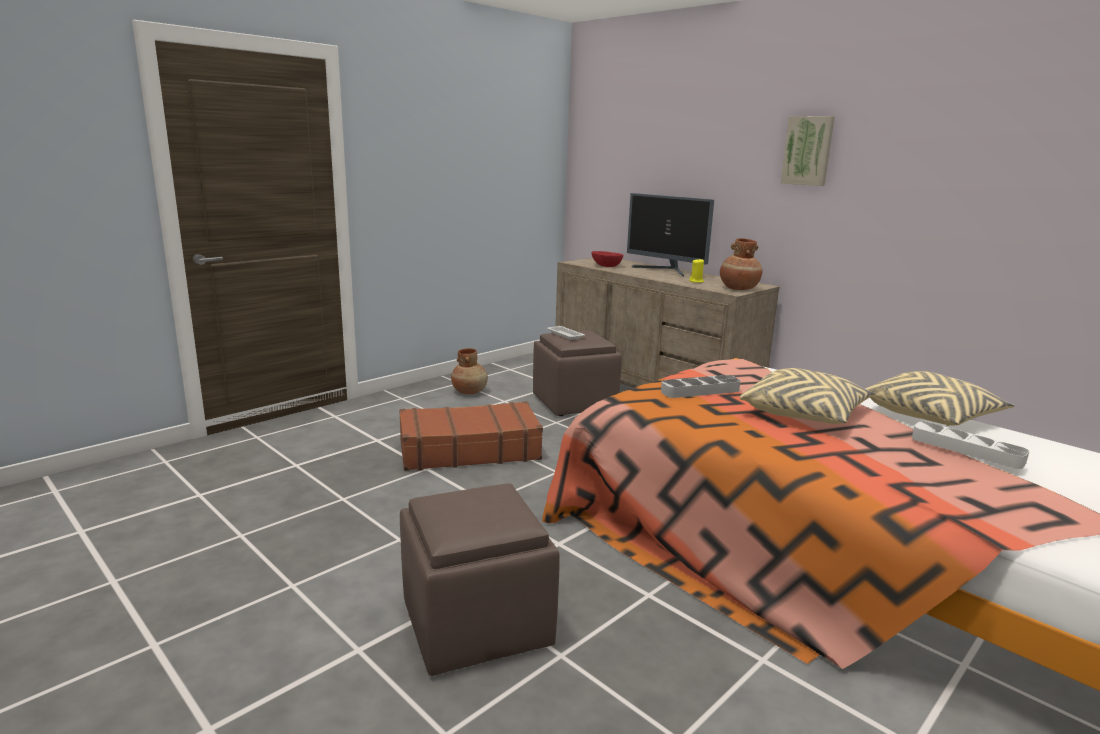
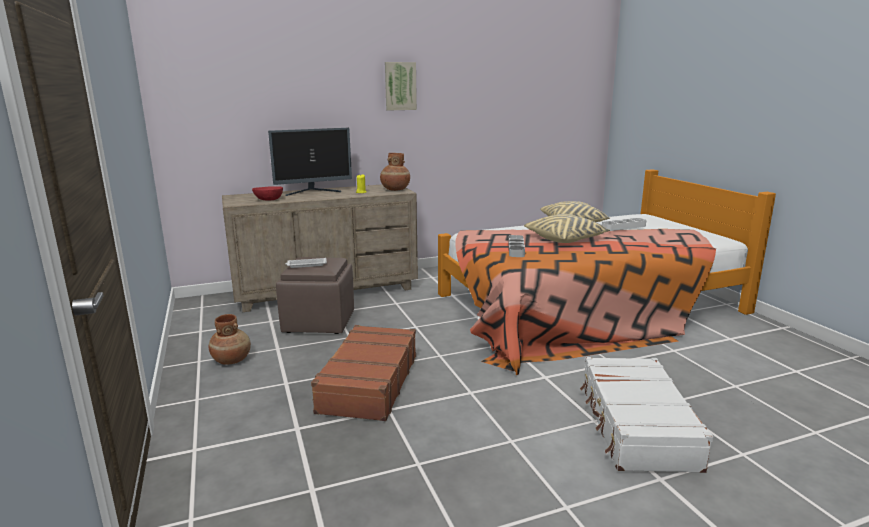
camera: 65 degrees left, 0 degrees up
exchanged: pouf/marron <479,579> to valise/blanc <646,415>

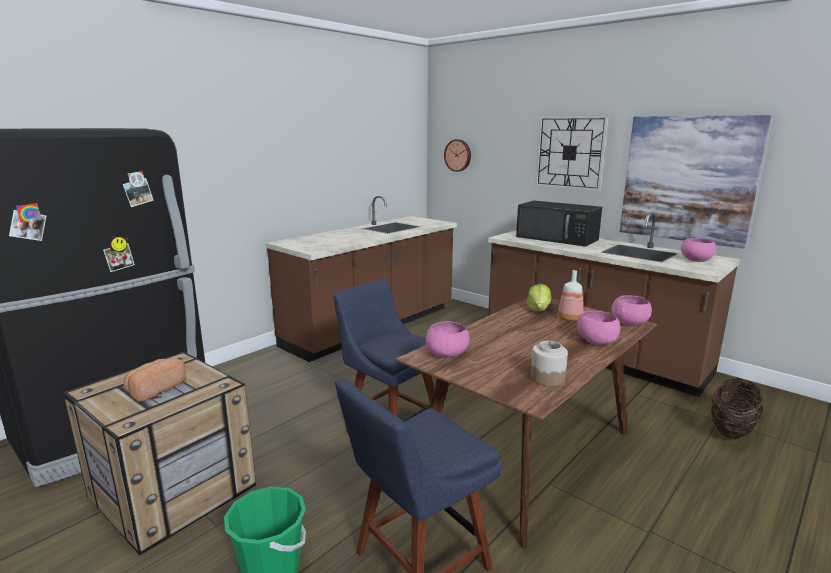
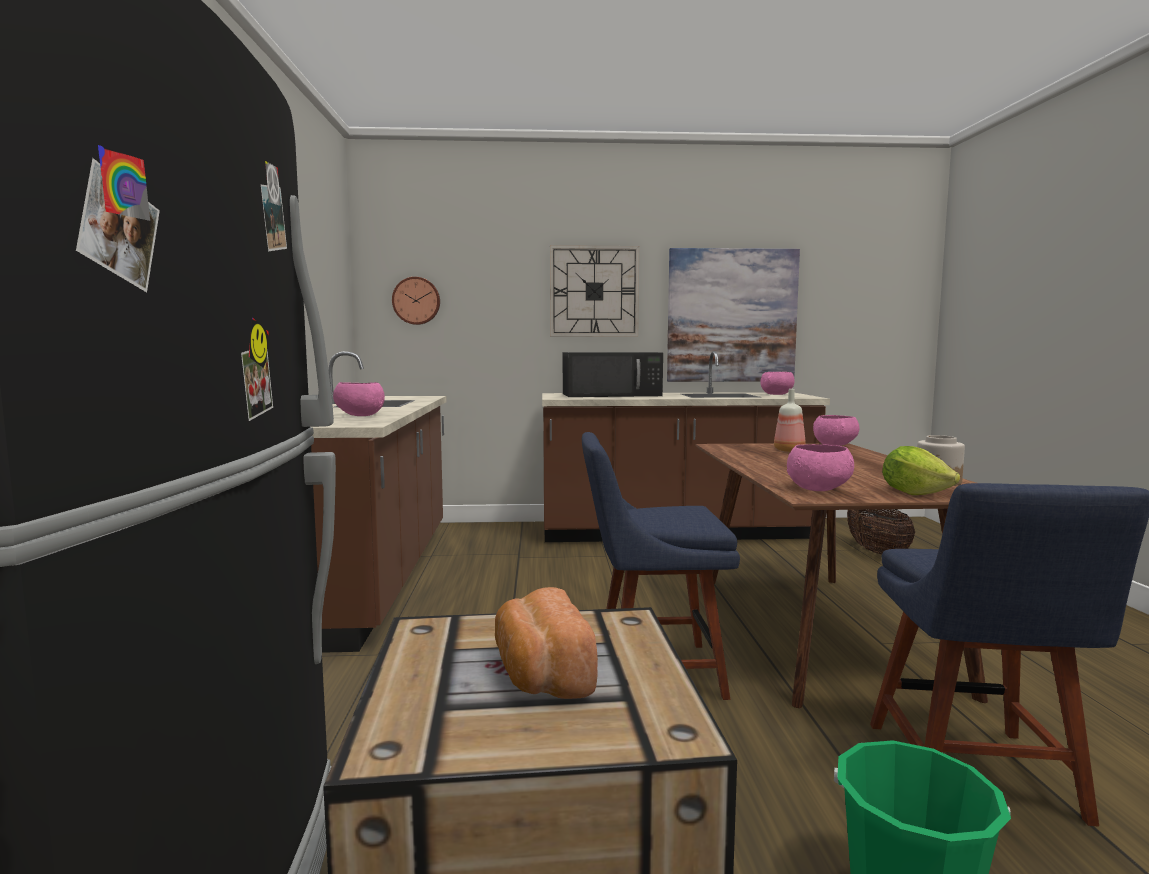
camera: 45 degrees left, 10 degrees down
relocated: laitue <539,298> to <921,470>; bol/rose <598,327> to <359,399>

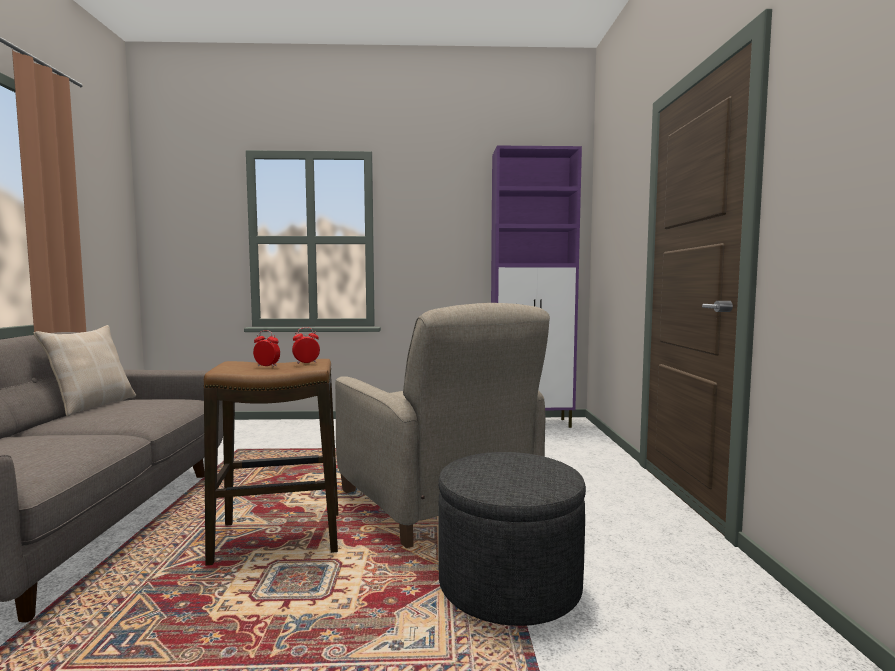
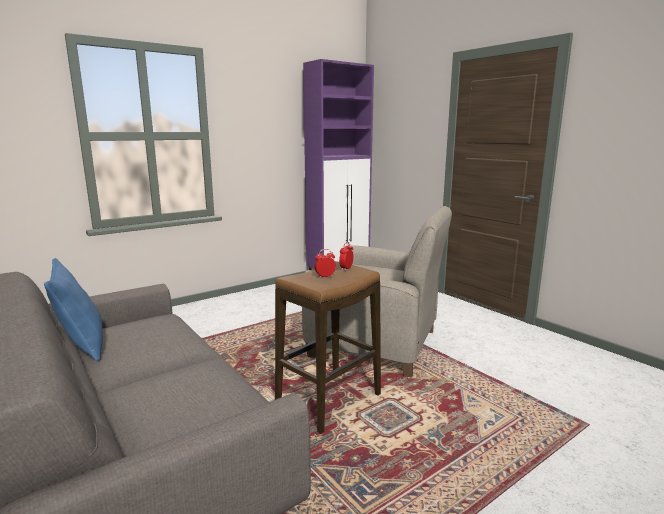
camera: 35 degrees left, 10 degrees up
missing: pouf/gris <512,539>
colour: coussin/beige <85,370> to coussin/bleu <73,309>

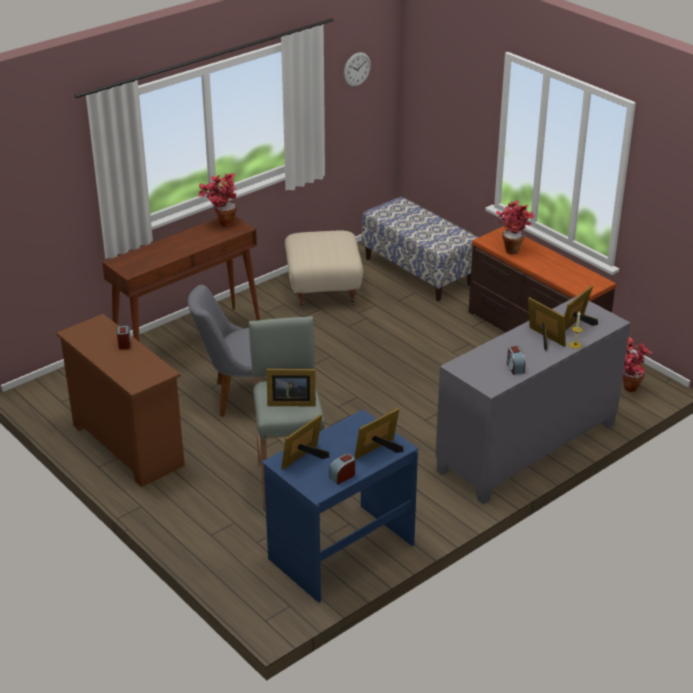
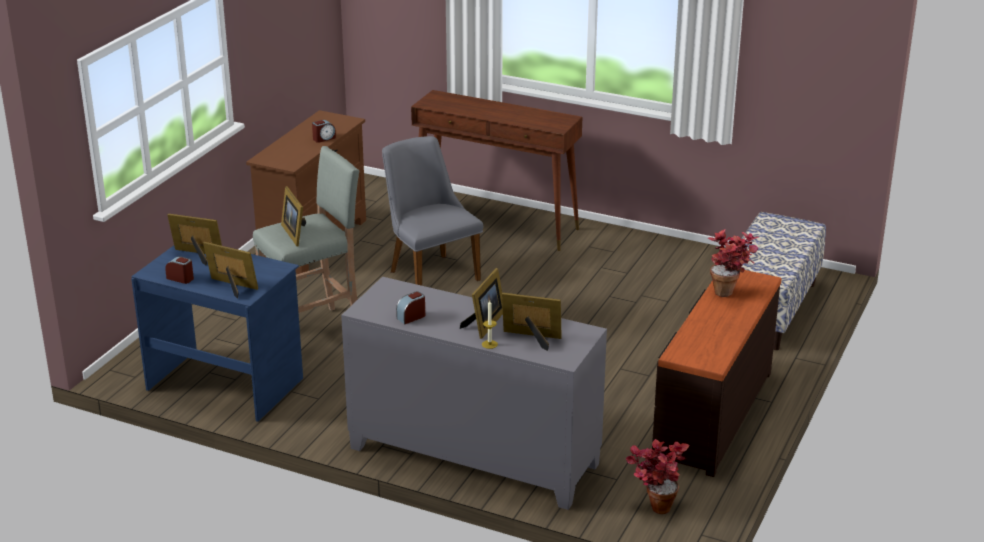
camera: 65 degrees right, 5 degrees down
missing: plante en pot <217,200>; pouf/beige <324,269>; horloge murale <357,69>

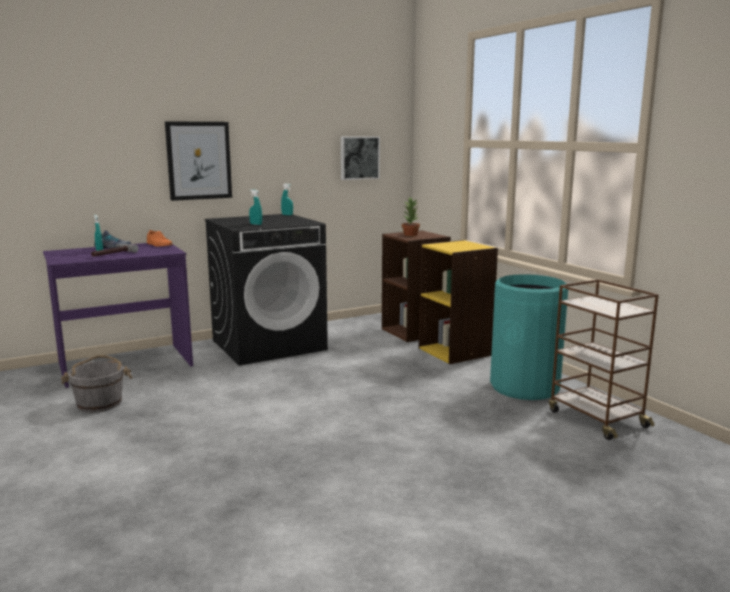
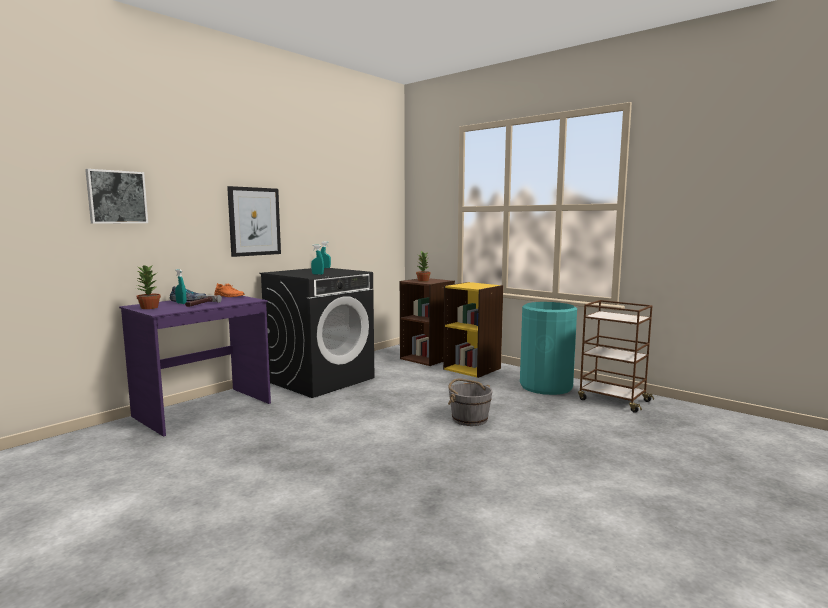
camera: 20 degrees left, 5 degrees down
appeared: plante en pot <149,287>
relocated: seau/gris <97,384> to <470,402>; tableau <360,158> to <116,196>

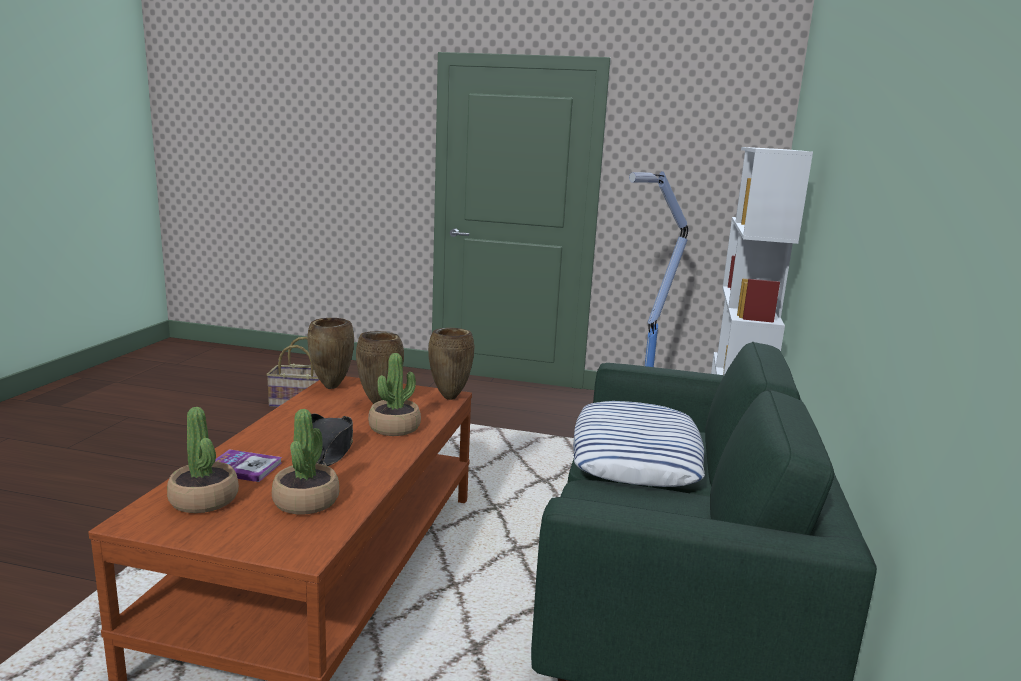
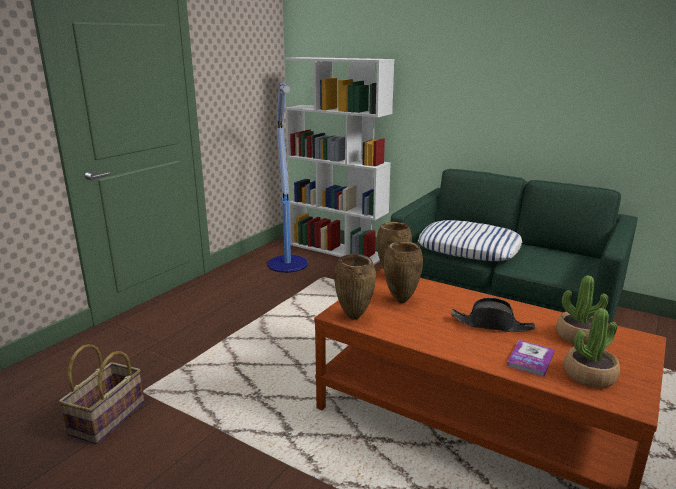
camera: 70 degrees left, 5 degrees up
missing: plante en pot <394,394>

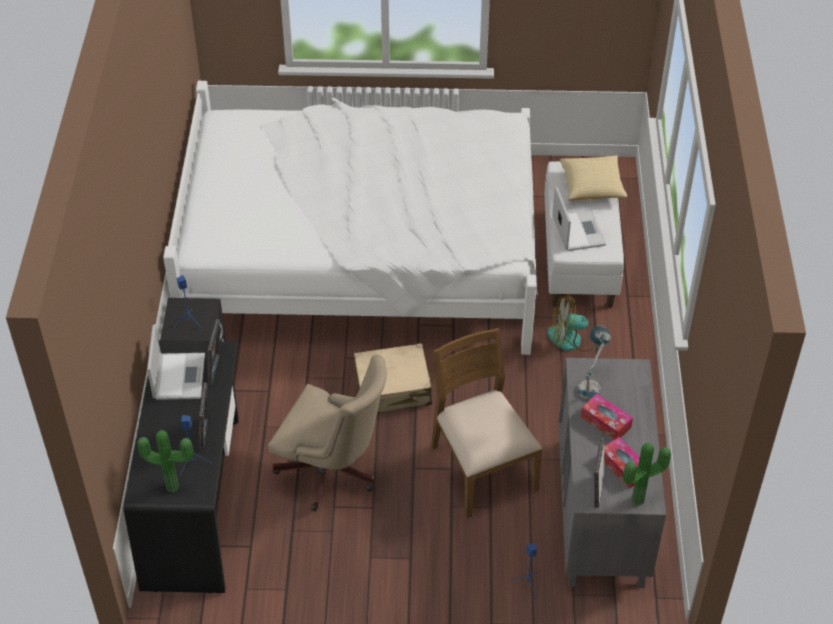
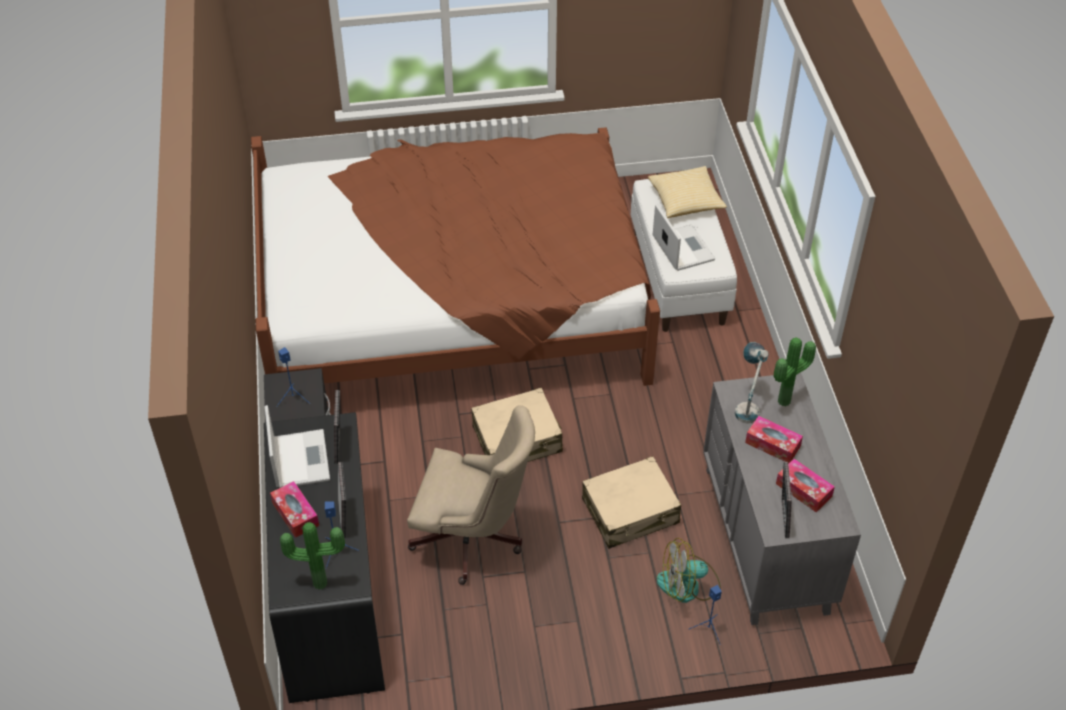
camera: 10 degrees left, 0 degrees up
appeared: boîte à mouchoirs <294,509>
relocated: ventilateur <573,323> to <689,570>; plante en pot <647,474> to <795,371>
exchanged: chaise/marron <486,423> to valise/beige <631,502>
colour: lit/blanc <350,218> to lit/marron <455,256>

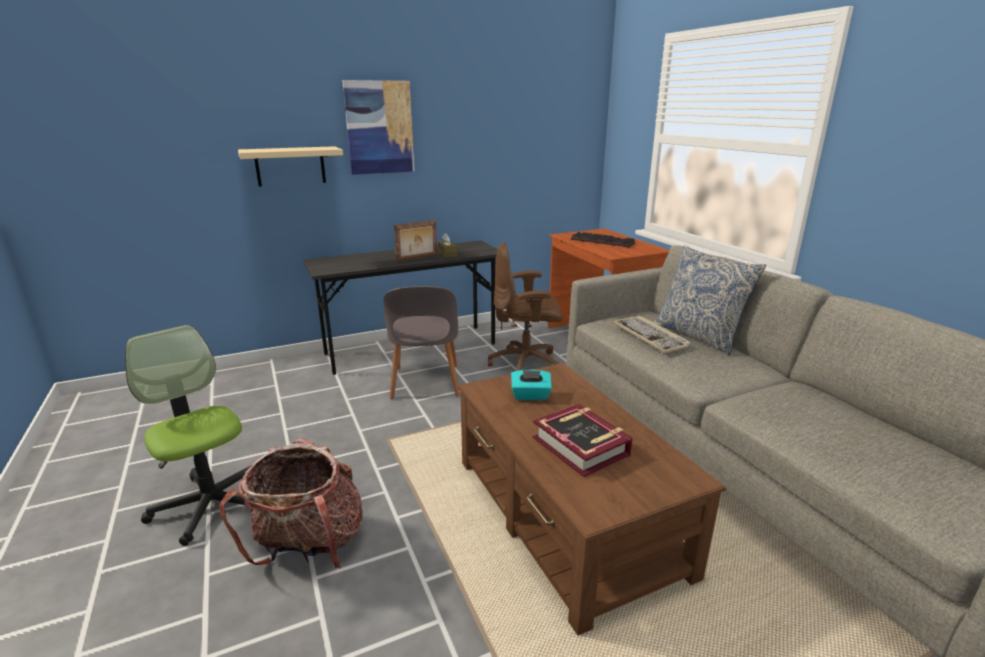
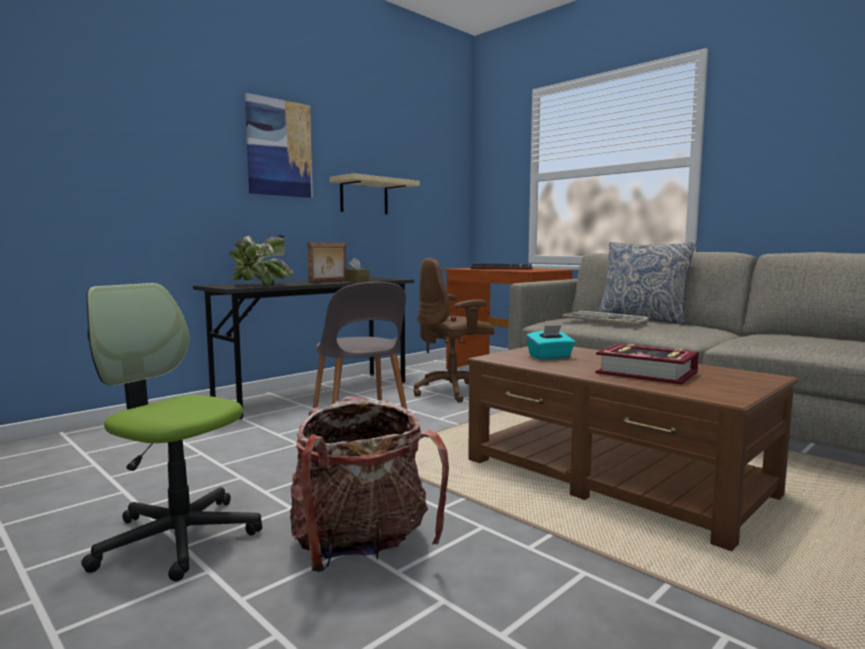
camera: 20 degrees left, 15 degrees down
appeared: plante en pot <261,260>
relocated: étagère/beige <290,166> to <375,193>

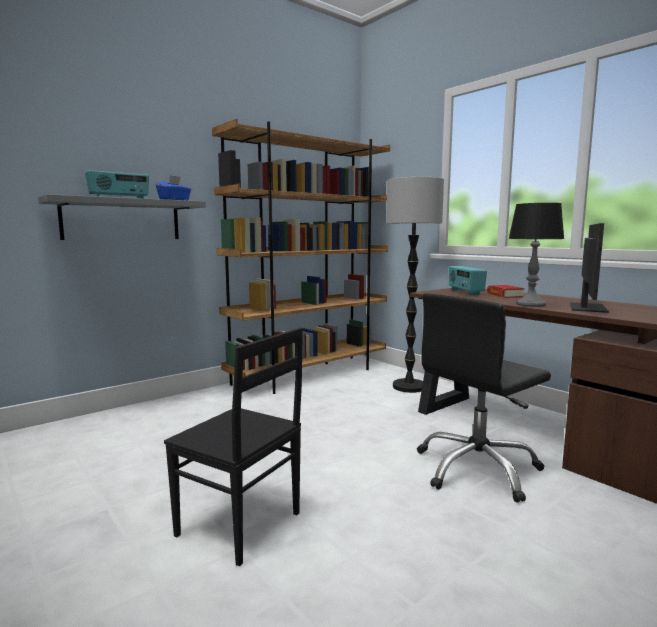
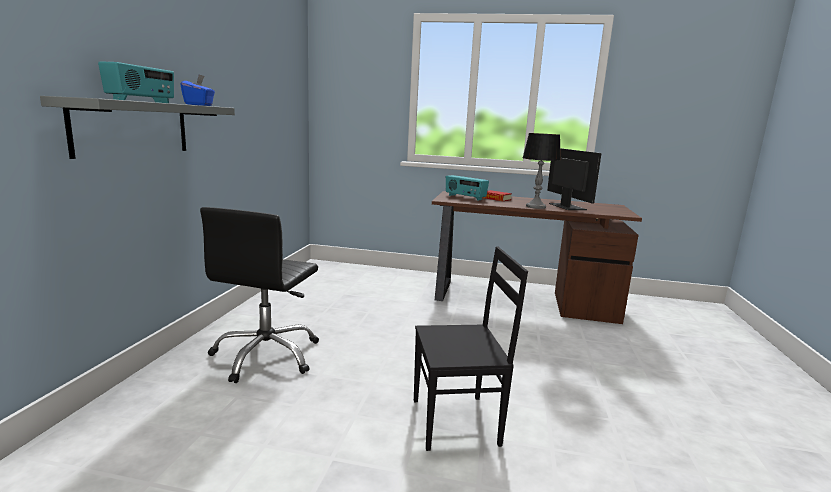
camera: 40 degrees left, 5 degrees up
missing: bibliothèque/marron <301,256>; lampadaire <415,285>
relocated: chaise de bureau/noir <484,398> to <259,295>

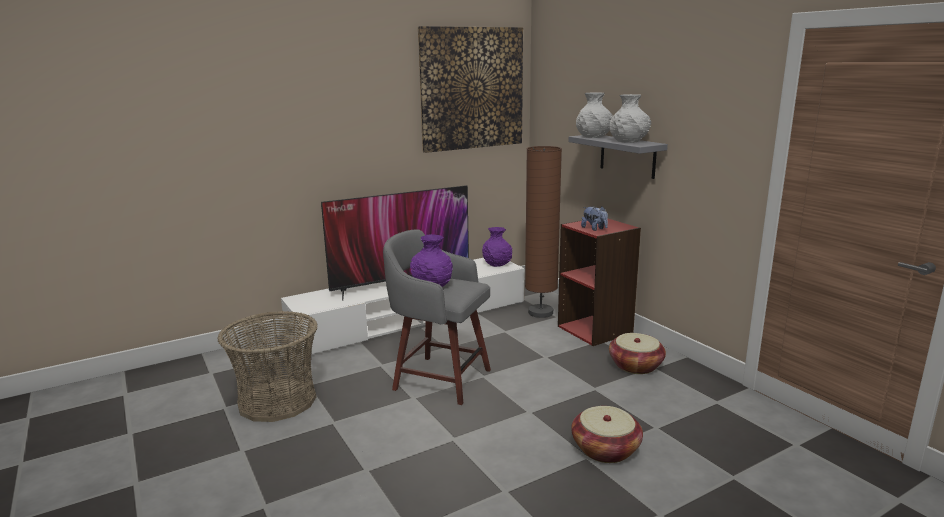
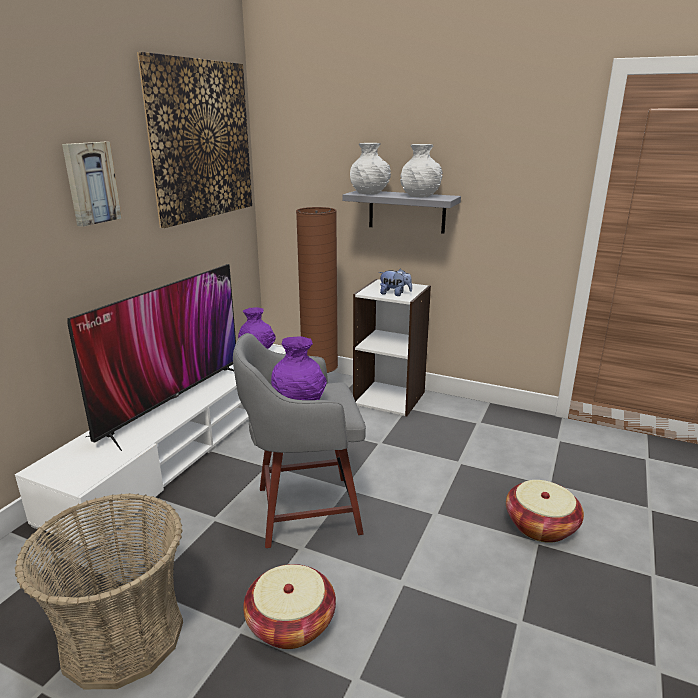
camera: 35 degrees left, 5 degrees up
appeared: tableau <92,184>
relocated: panier <637,353> to <289,606>
colour: bibliothèque/rouge <599,282> to bibliothèque/blanc <392,347>

